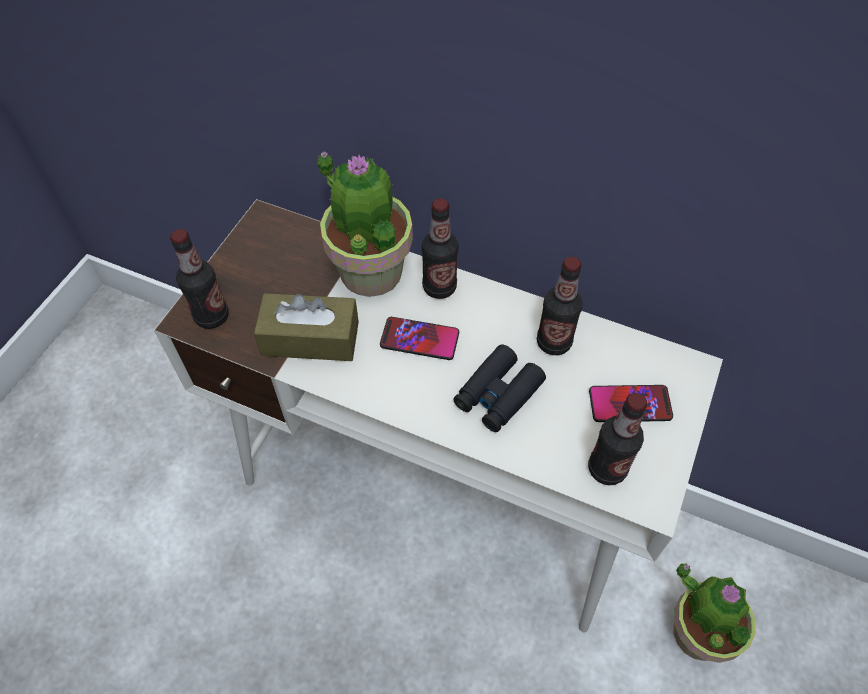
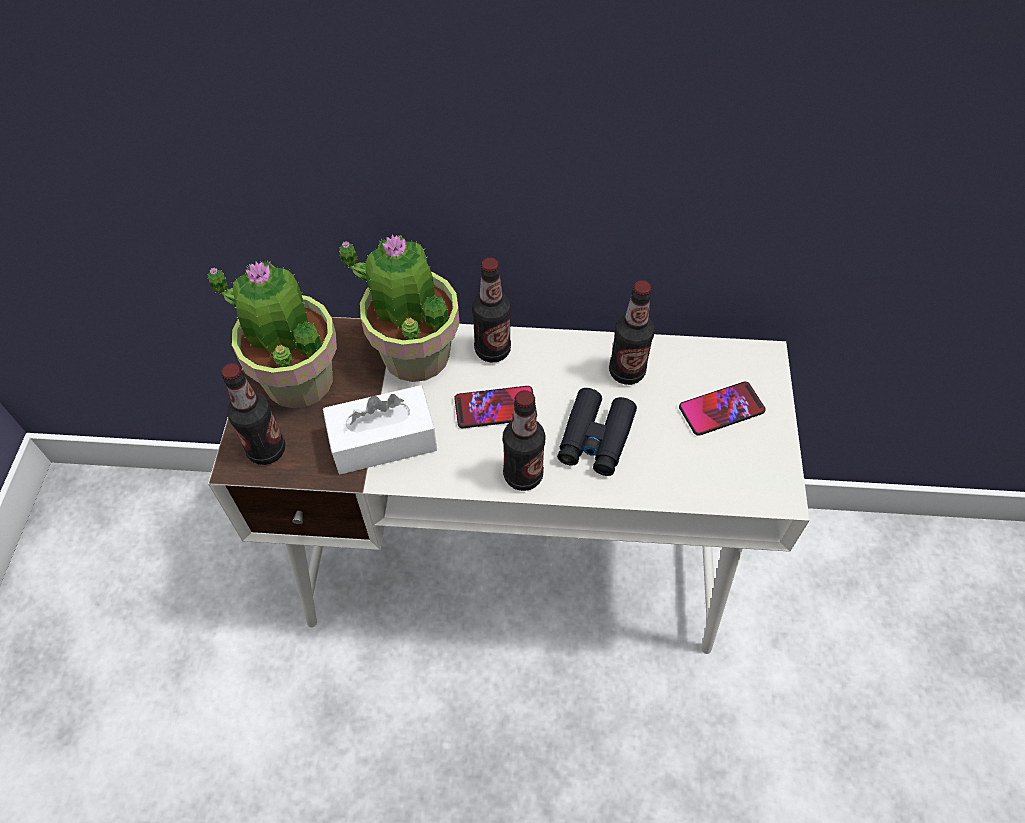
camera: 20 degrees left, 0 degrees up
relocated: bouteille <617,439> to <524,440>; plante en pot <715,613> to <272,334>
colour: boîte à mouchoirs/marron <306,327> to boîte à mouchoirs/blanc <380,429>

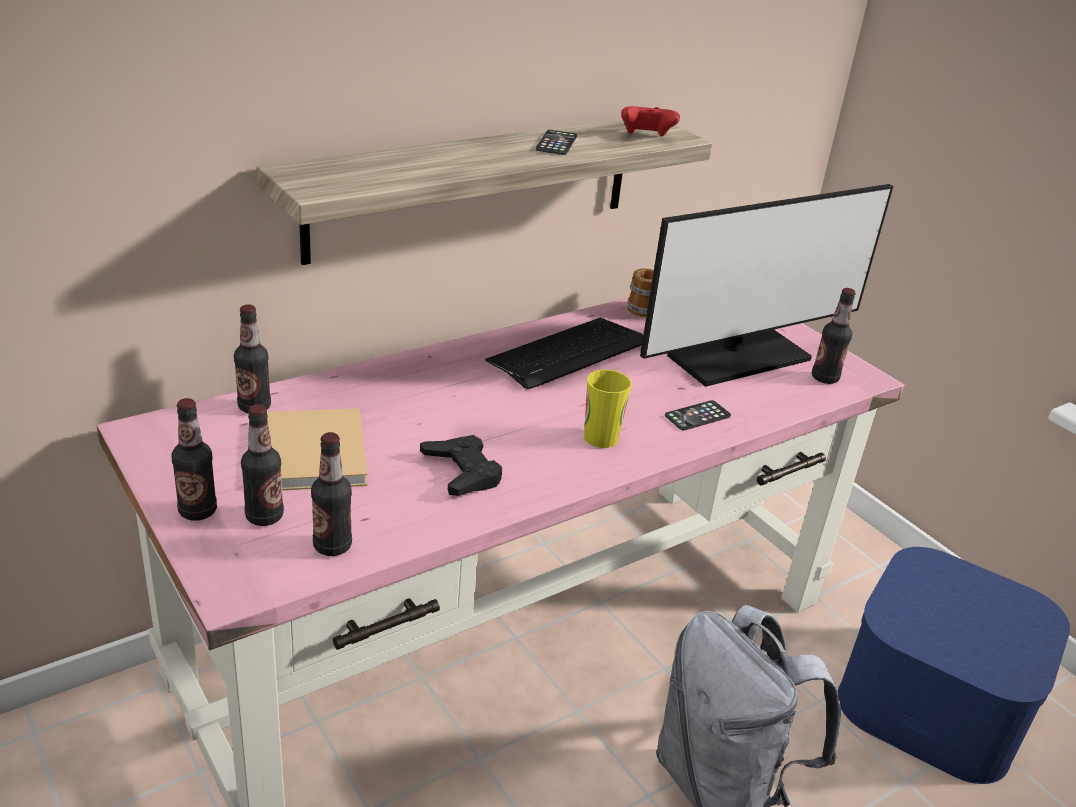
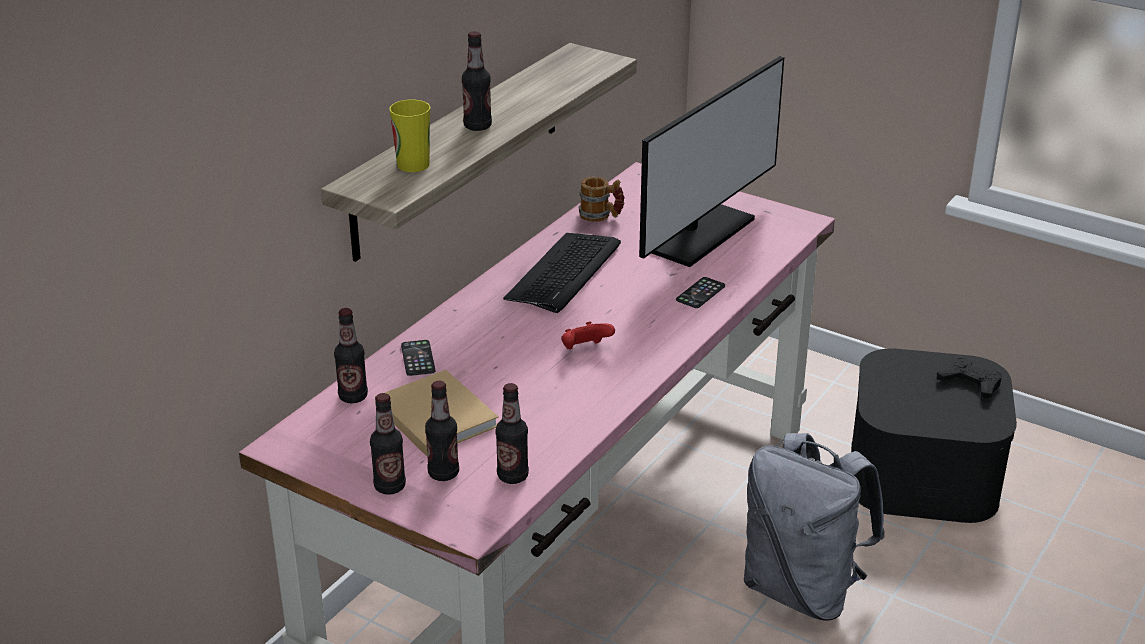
camera: 20 degrees left, 0 degrees up
relocated: manette/noir <461,465> to <969,378>; téléphone <556,142> to <418,358>; tasse <607,409> to <409,136>; manette/rouge <650,121> to <588,335>; bouteille <834,336> to <477,81>
colour: boîte de rangement/bleu <954,665> to boîte de rangement/noir <934,436>

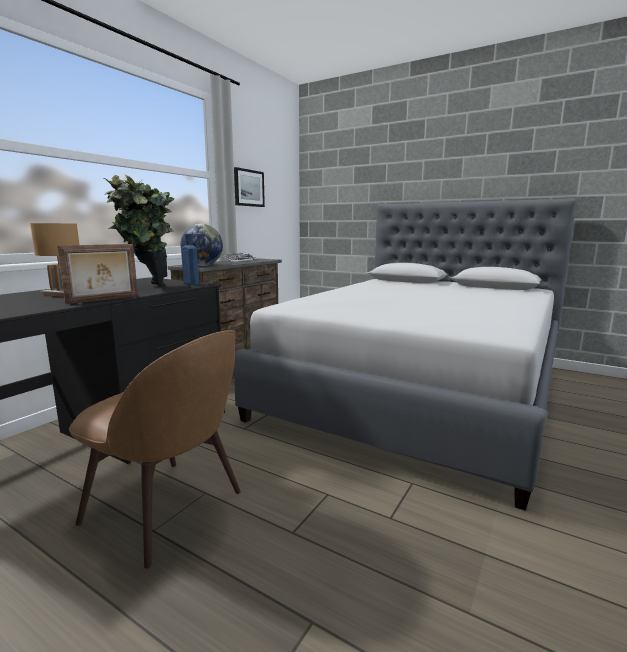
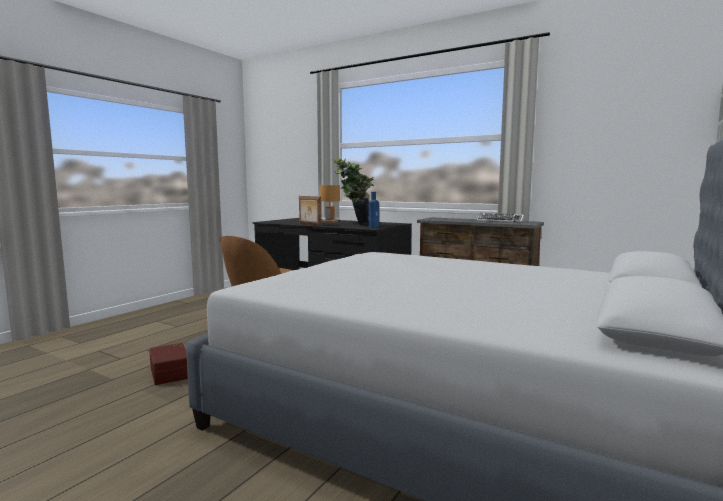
camera: 90 degrees right, 5 degrees down
missing: globe <201,245>; tableau <249,187>
appeared: boîte de rangement/marron <168,364>

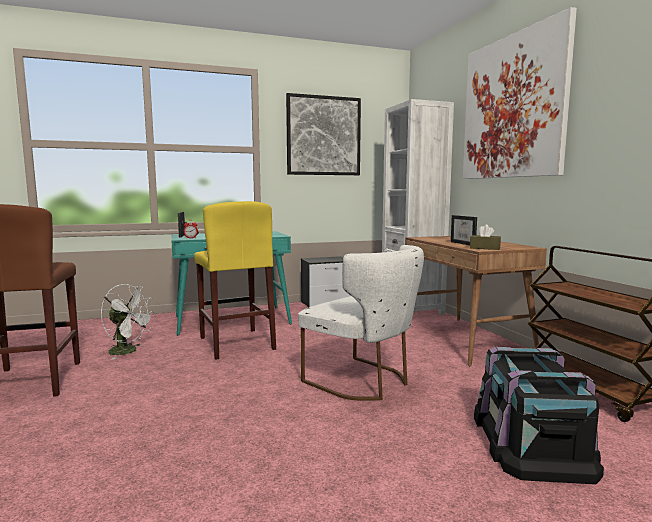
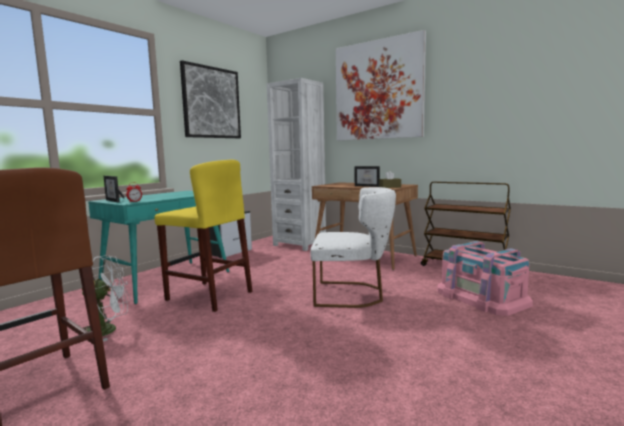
camera: 35 degrees left, 0 degrees up
colour: boîte de rangement/noir <539,415> to boîte de rangement/rose <485,278>

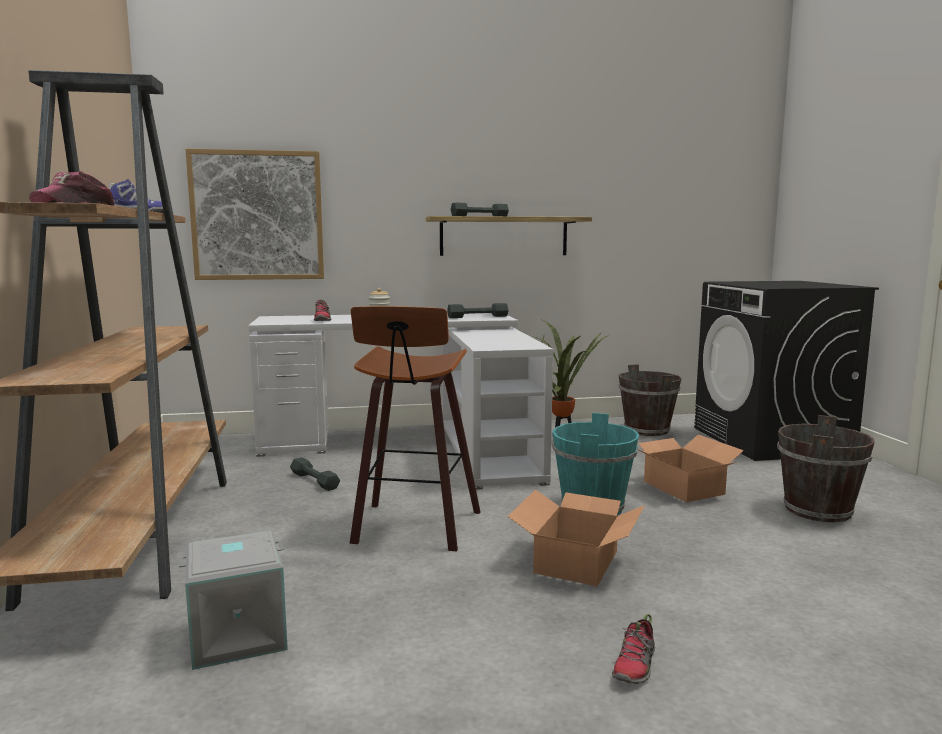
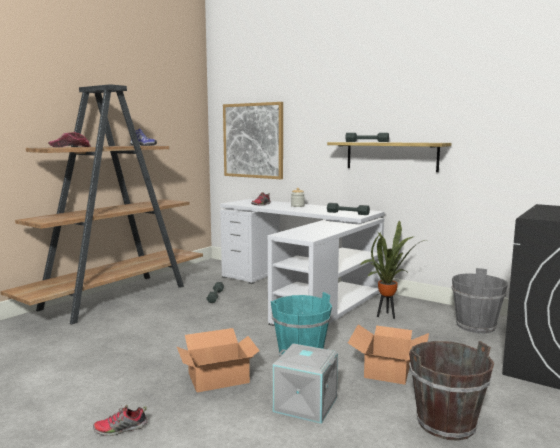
camera: 45 degrees right, 0 degrees up
missing: tabouret <415,428>
relocated: boîte de rangement/gris <233,600> to <305,383>
colour: seau/marron <650,400> to seau/gris <479,300>

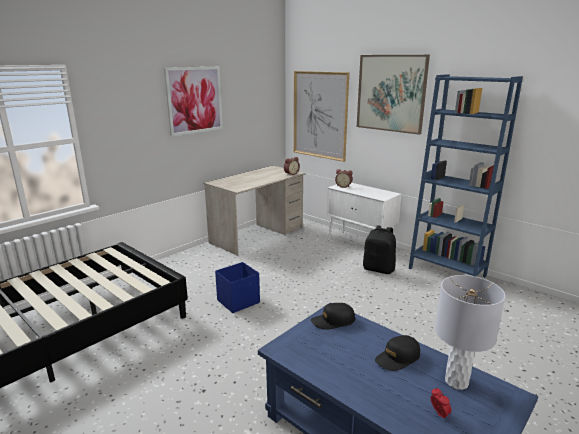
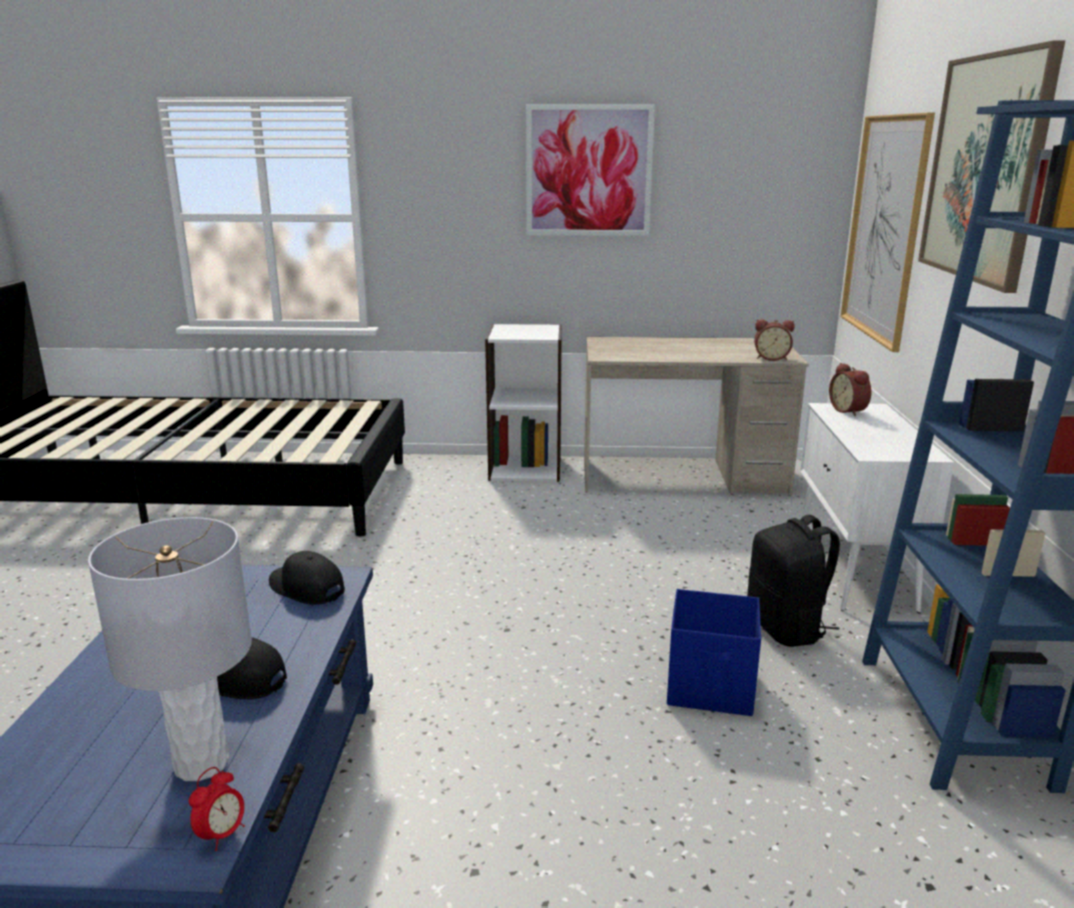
camera: 50 degrees right, 0 degrees up
appeared: bibliothèque/blanc <523,403>
relocated: boîte de rangement/bleu <237,287> to <714,652>; réveil <441,403> to <217,809>

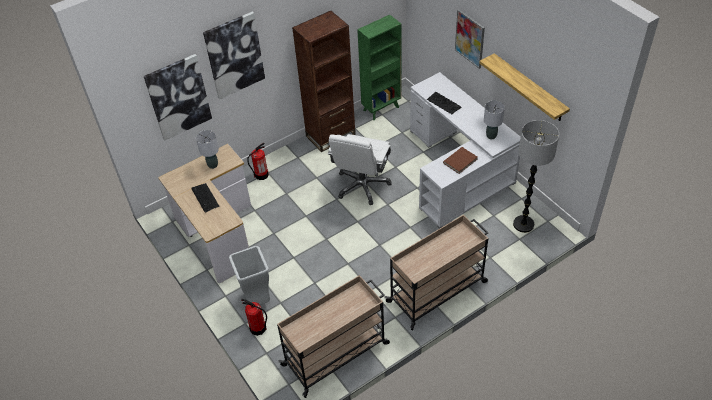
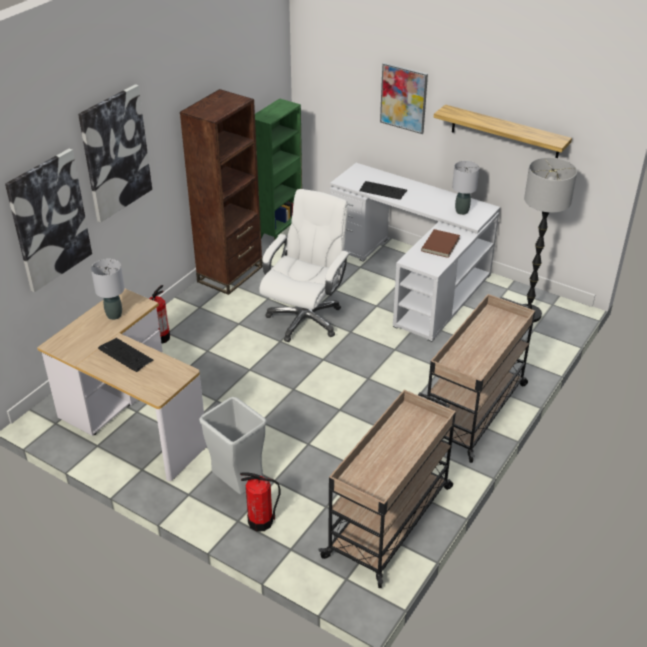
camera: 25 degrees left, 10 degrees down
spun: chaise de bureau/blanc <359,169> = <304,265> 150 degrees counterclockwise

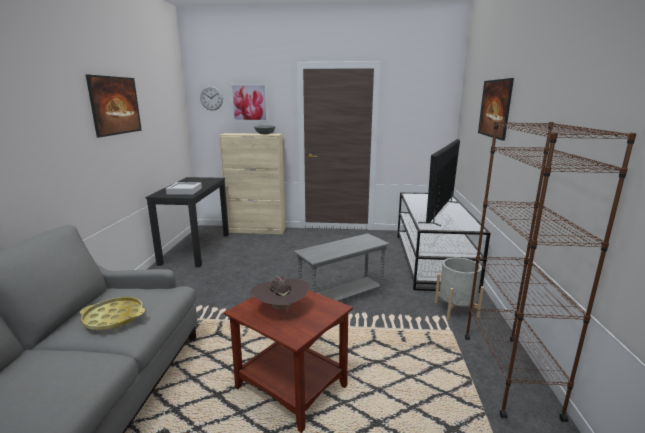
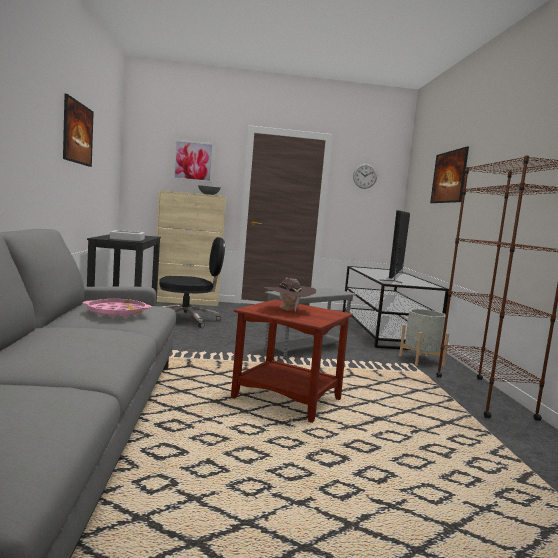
camera: 10 degrees left, 10 degrees down
appeared: chaise de bureau/noir <192,282>
relocated: horloge murale <211,98> to <365,176>
colour: plateau/jaune <112,313> to plateau/rose <117,308>

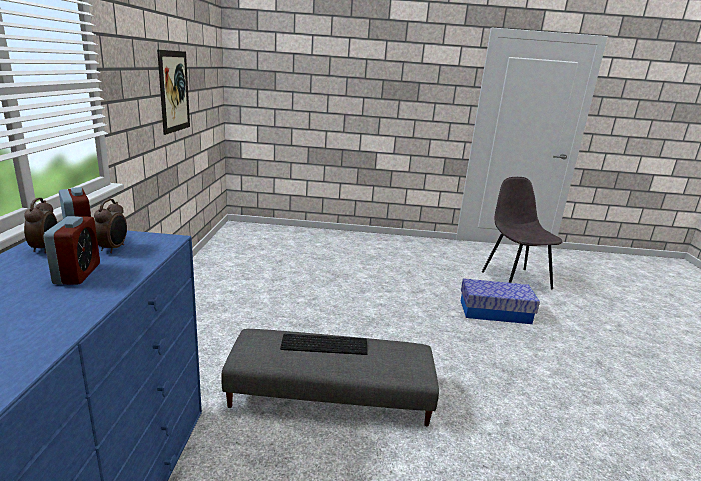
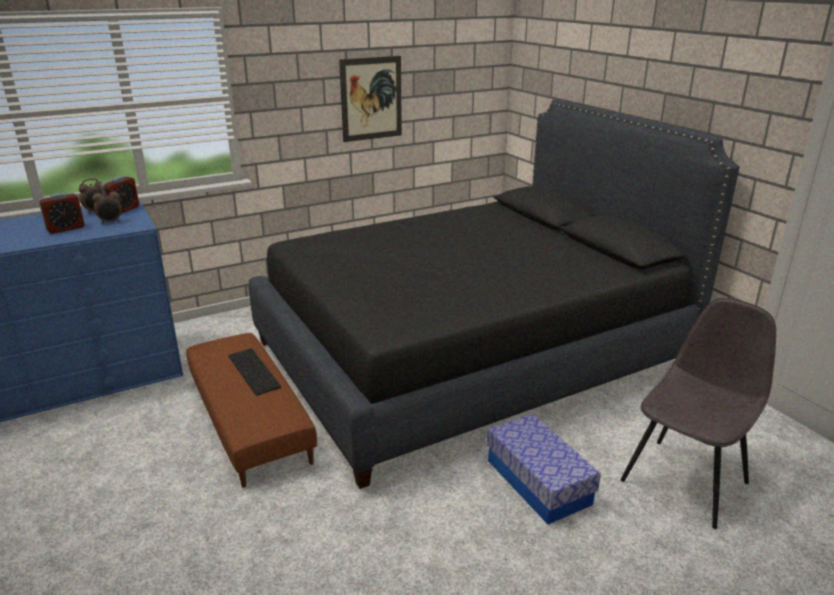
camera: 60 degrees right, 5 degrees up
appeared: lit/noir <494,294>
colour: pouf/gris <330,377> to pouf/marron <251,410>

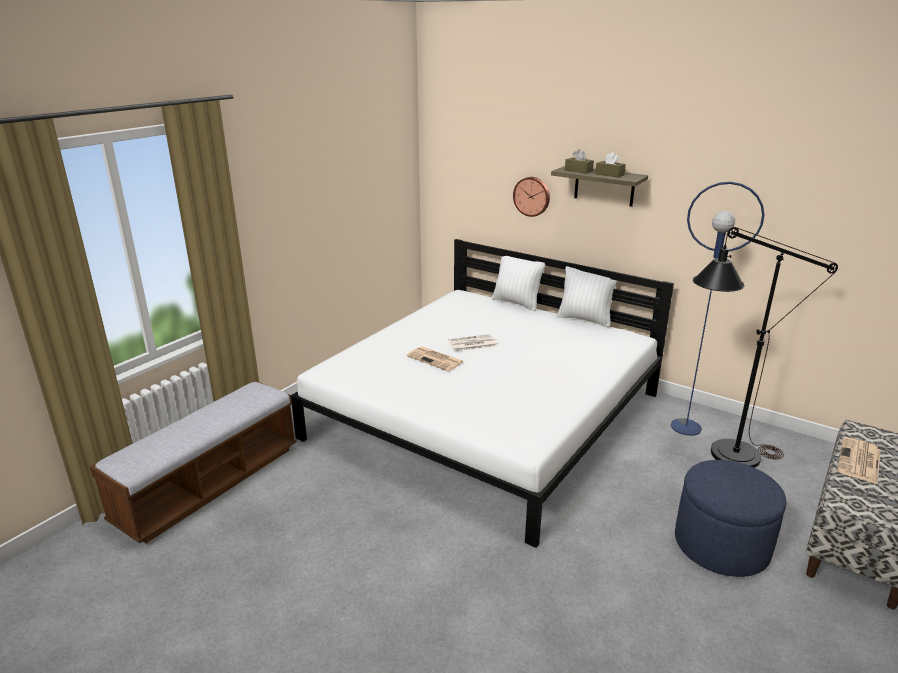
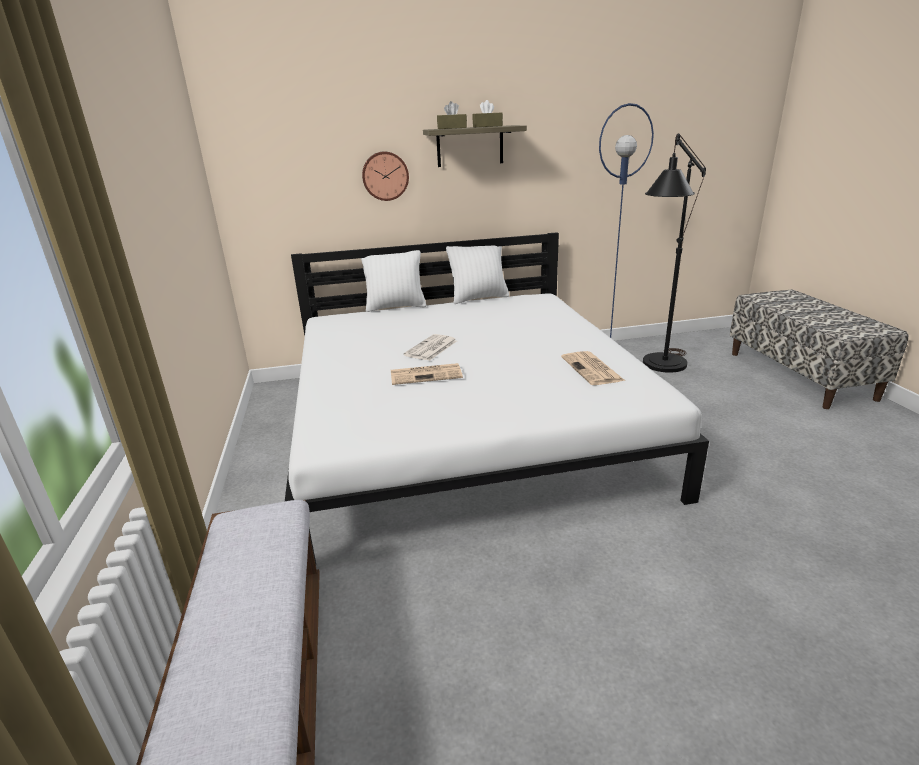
camera: 45 degrees left, 0 degrees up
missing: pouf/bleu <730,518>
relocated: journal <859,460> to <593,368>

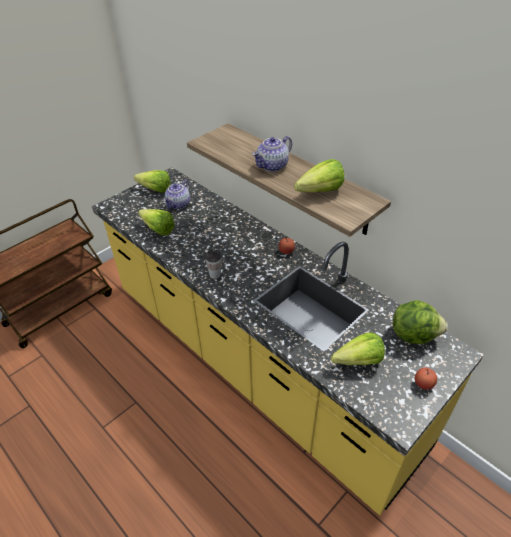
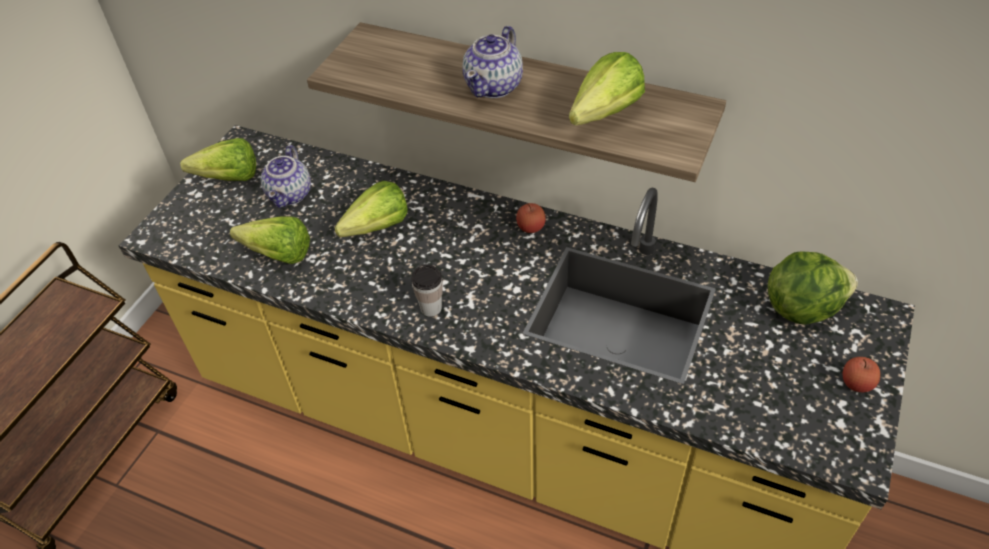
camera: 20 degrees left, 5 degrees up
relocated: laitue <358,348> to <371,209>

